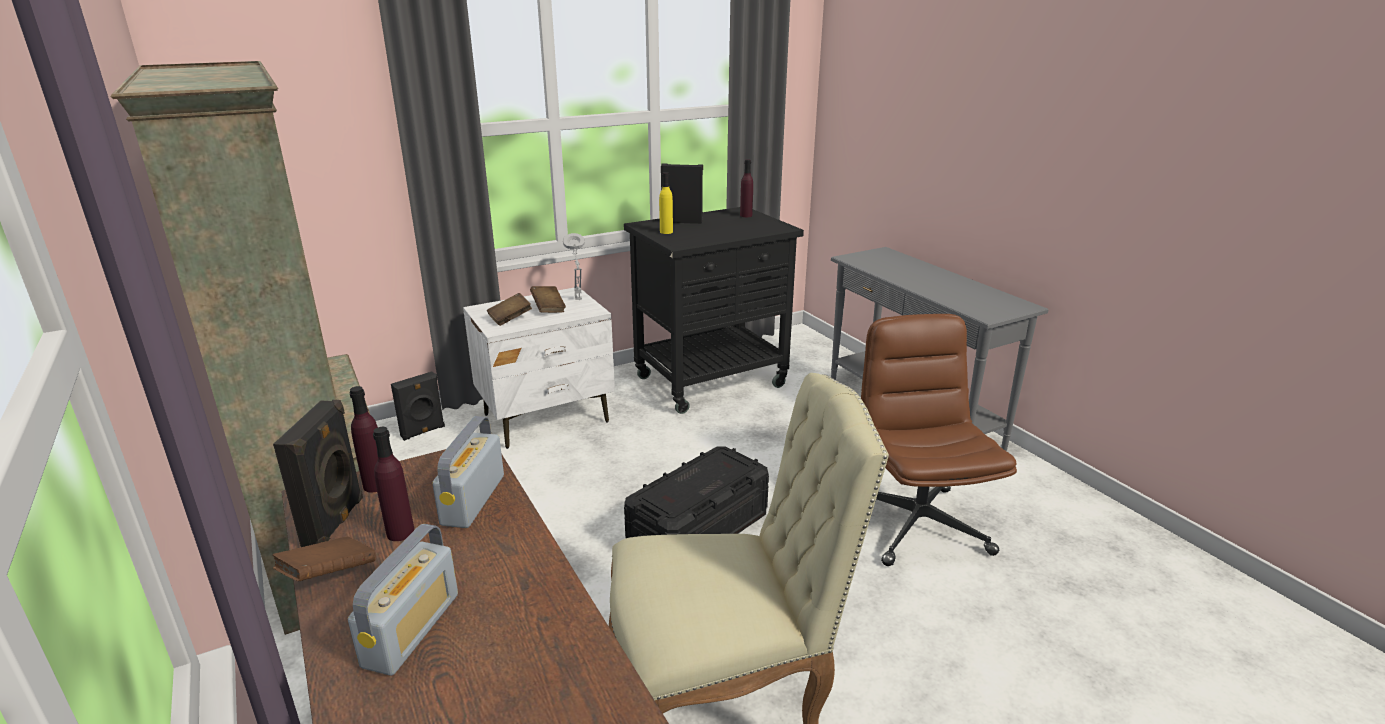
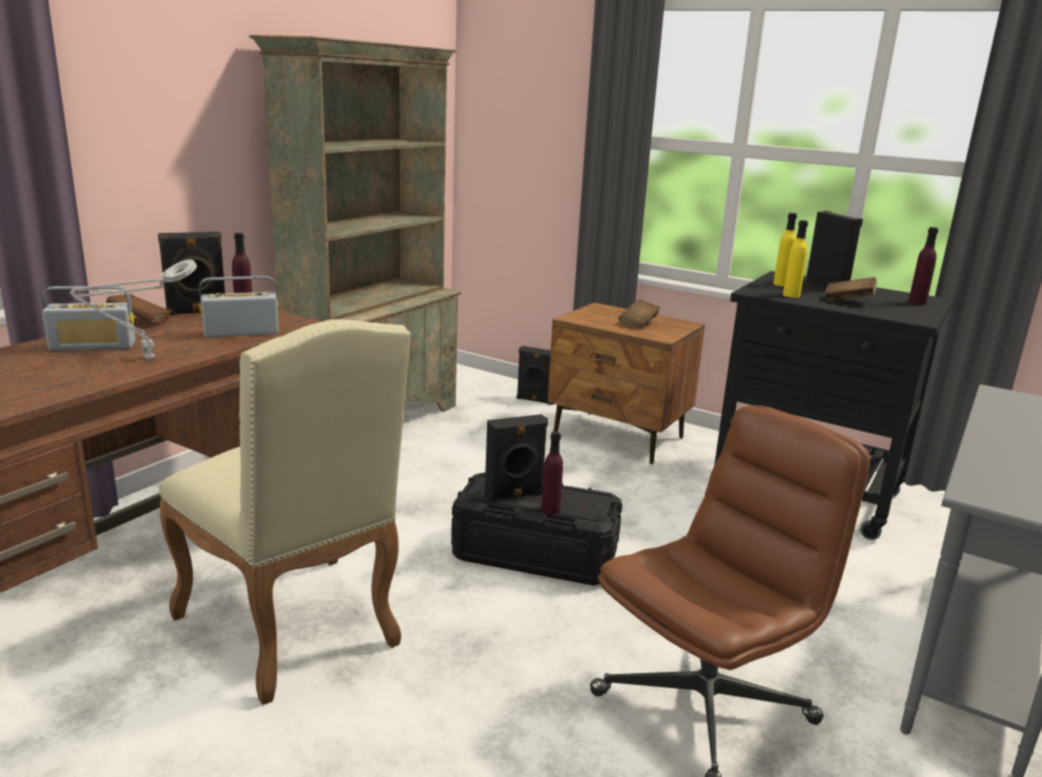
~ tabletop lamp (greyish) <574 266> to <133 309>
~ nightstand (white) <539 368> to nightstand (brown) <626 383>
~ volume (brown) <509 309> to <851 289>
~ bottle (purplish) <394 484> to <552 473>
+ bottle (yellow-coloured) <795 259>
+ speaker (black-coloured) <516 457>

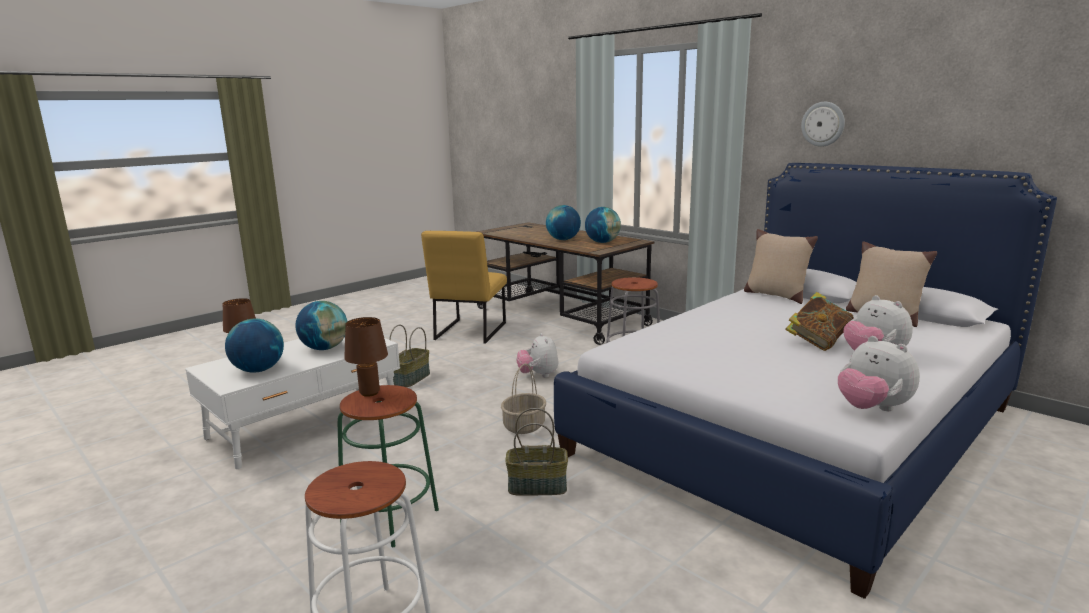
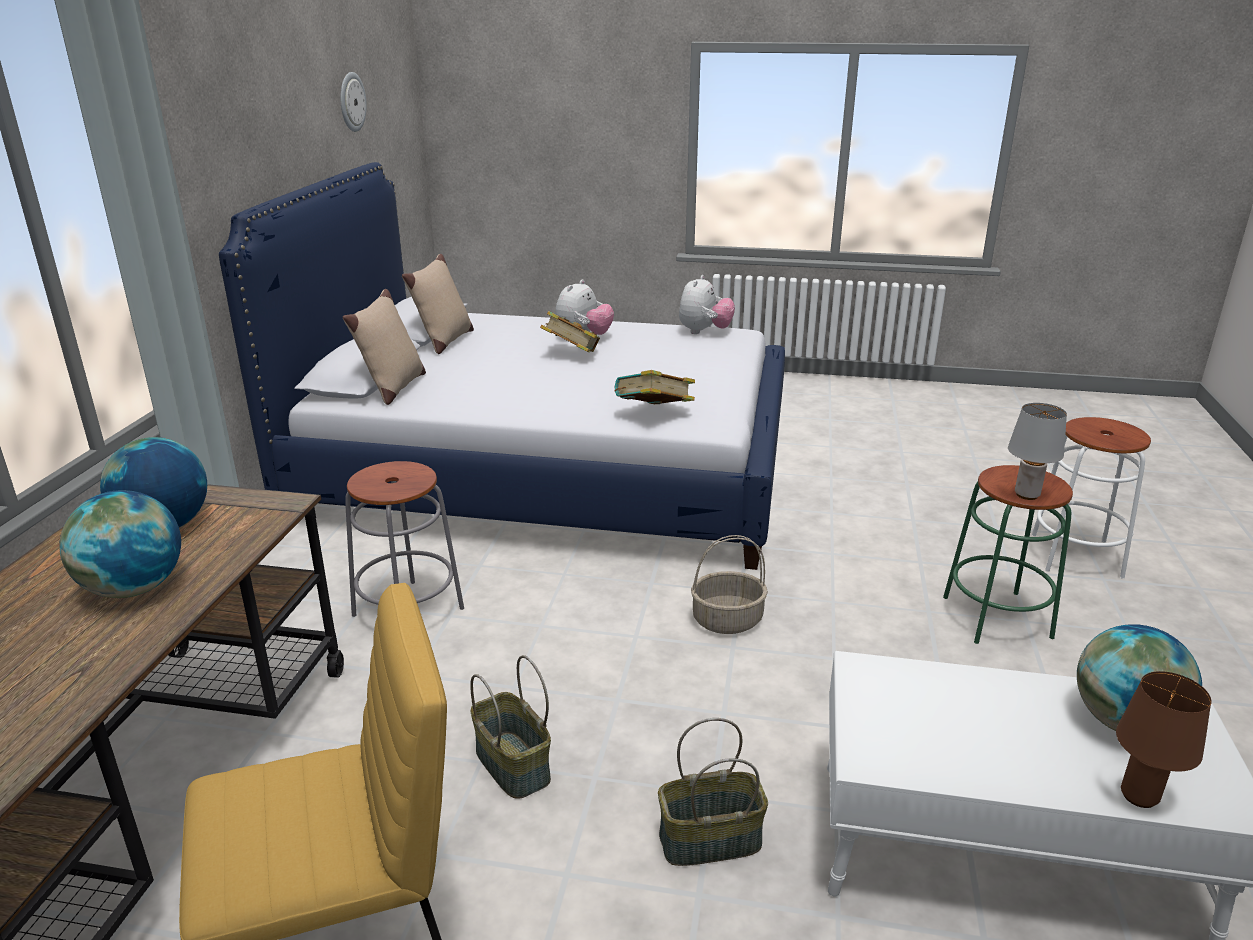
~ clock on the wall <823 124> to <353 102>
- desk globe <321 325>
~ tabletop lamp (brown) <366 357> to tabletop lamp (greyish) <1037 451>
- soft toy <538 355>
~ storage basket <536 452> to <510 727>
+ volume <655 387>

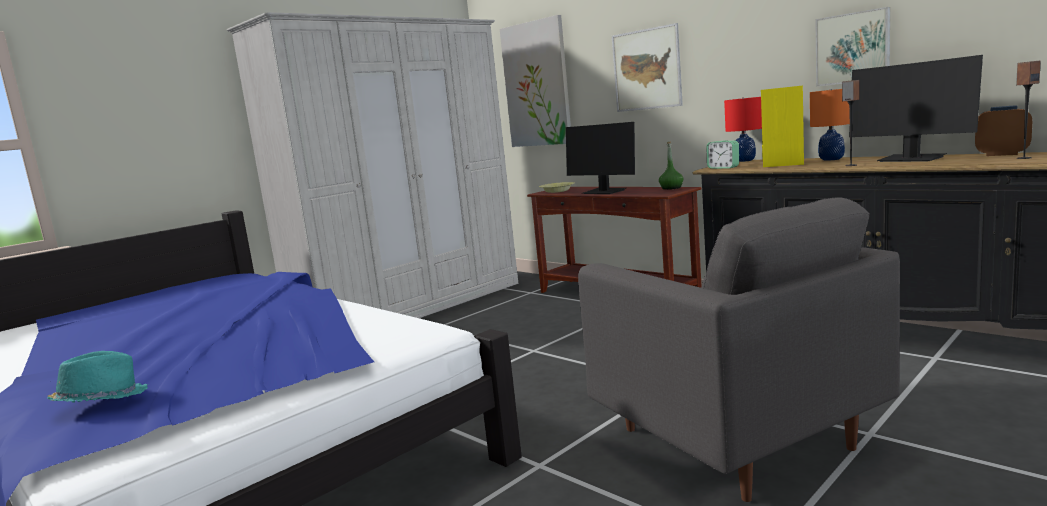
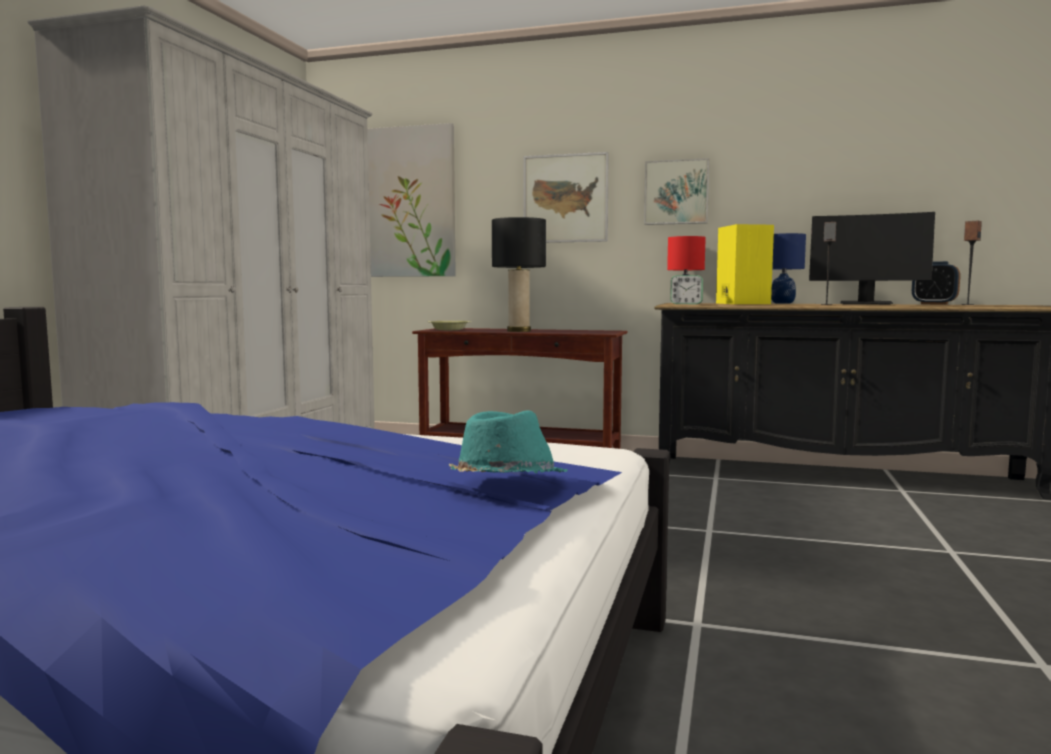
~ wall art <852 46> to <676 191>
~ tabletop lamp (orangey) <830 125> to tabletop lamp (bluish) <788 268>
~ bedside clock <1003 130> = <936 283> 150 degrees counterclockwise
~ computer display <600 158> to tabletop lamp (black-coloured) <519 274>
- bottle (greenish) <671 166>
- armchair (greyish) <739 349>
~ hat (turquoise-coloured) <97 377> to <508 441>

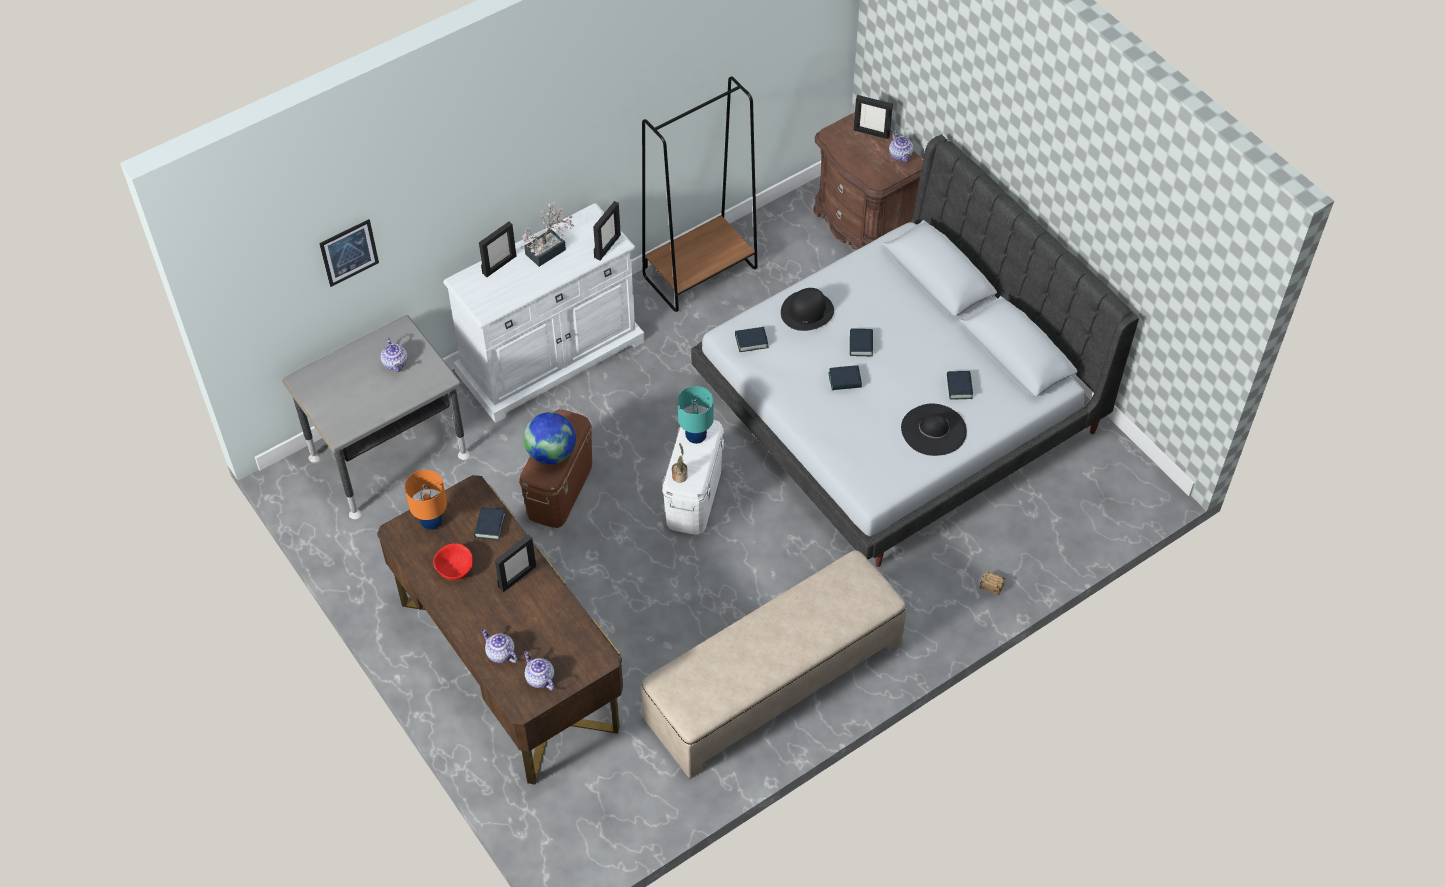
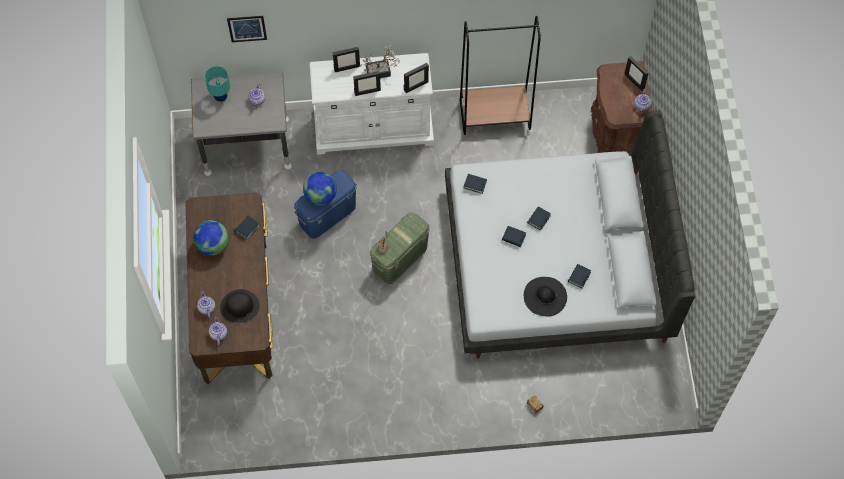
~ hat (black-coloured) <807 309> to <240 306>
~ tabletop lamp (turquoise-coloured) <695 415> to <217 84>
~ storage box (brown) <555 469> to storage box (bluish) <325 204>
~ storage box (white) <693 477> to storage box (greenish) <400 248>
- tabletop lamp (orangey) <426 500>
~ photo frame <515 563> to <367 83>
~ deep dish (reddish) <453 561> to desk globe <211 238>
- bench (sand-coloured) <774 664>

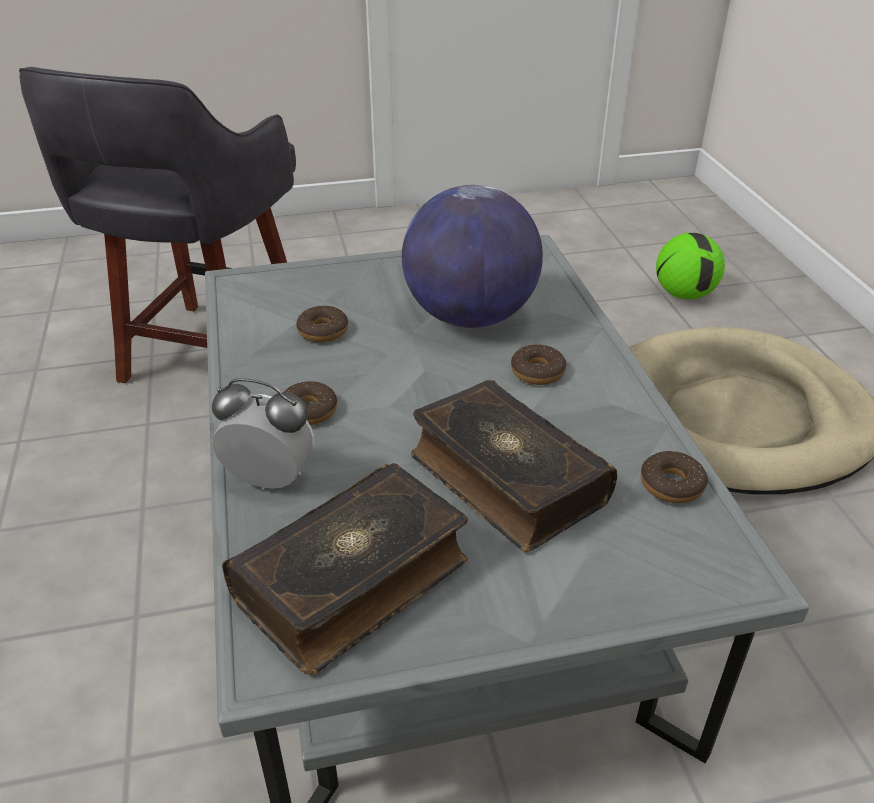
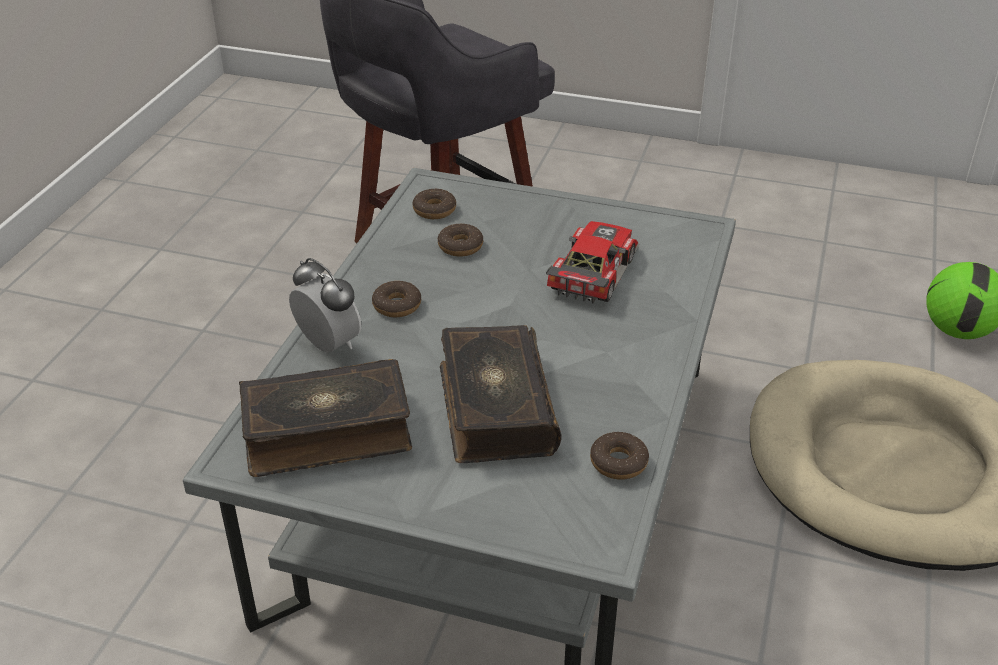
~ desk globe <472 256> to toy car <592 262>
~ doughnut <538 364> to <434 204>

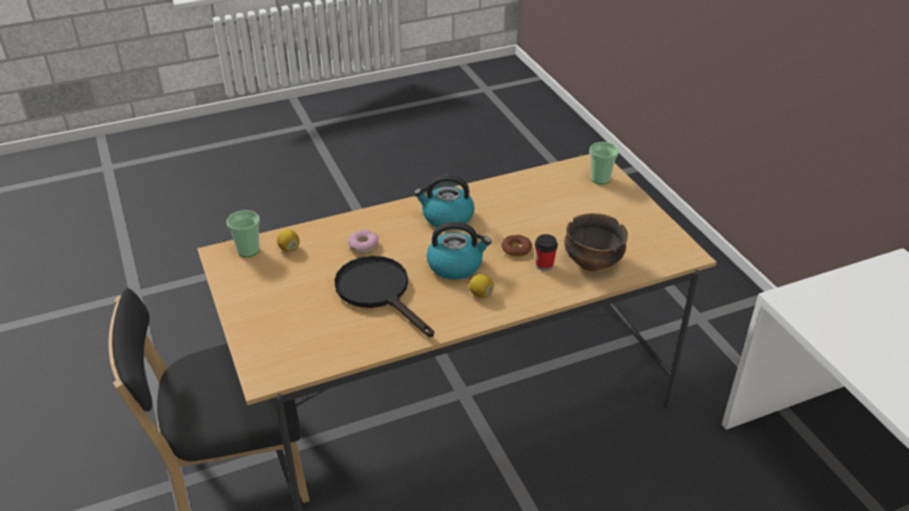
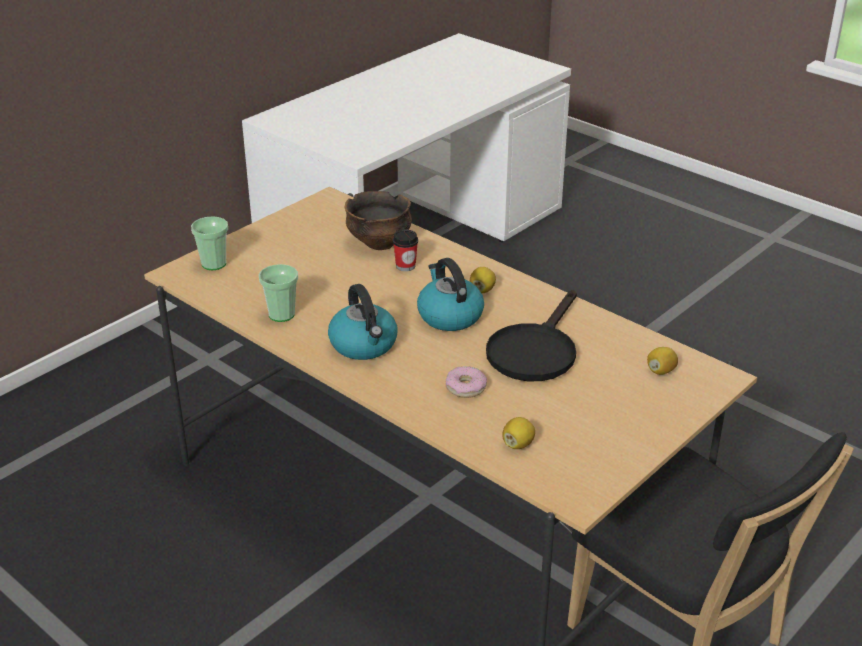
~ small cup <243 233> to <278 293>
- doughnut <516 245>
+ whole lemon <662 361>

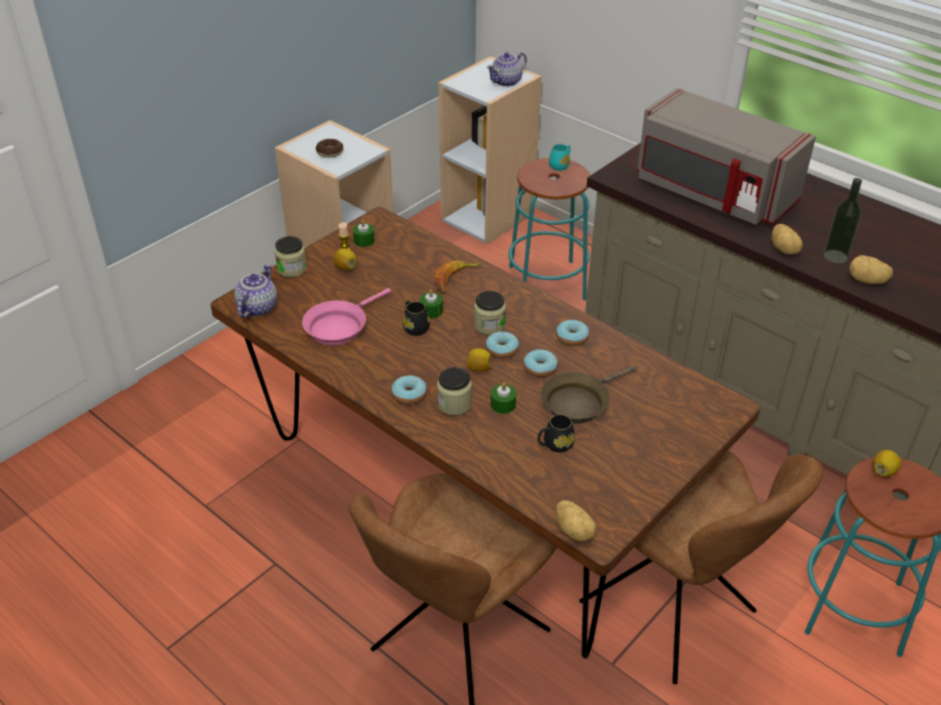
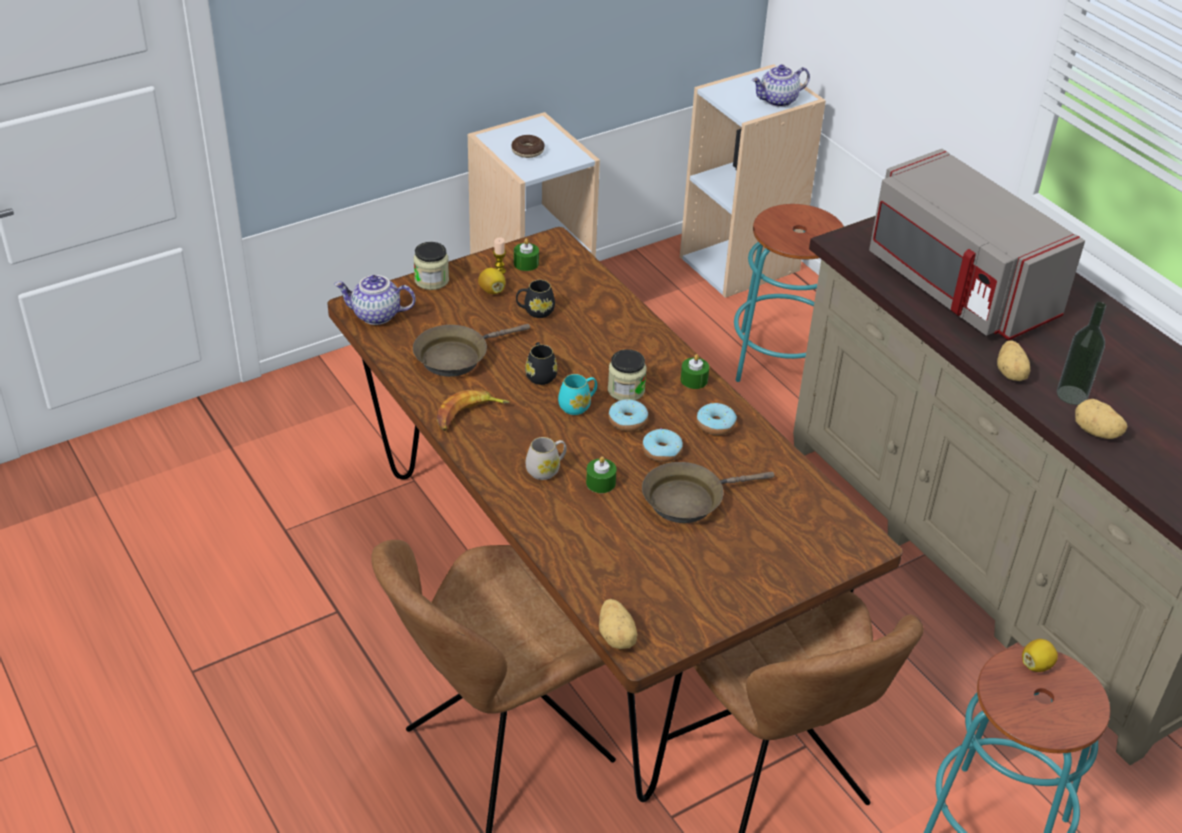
~ coffee mug (turquoise-coloured) <559 157> to <577 394>
~ banana fruit <458 276> to <473 410>
~ pot for tea <255 291> = <375 300> 120 degrees counterclockwise
~ frying pan (pink) <346 316> to frying pan (brown) <471 350>
~ candle (greenish) <431 303> to <695 371>
- whole lemon <479 360>
~ jar <454 391> to coffee mug (white) <546 458>
- doughnut <409 390>
~ coffee mug (black-coloured) <556 433> to <535 299>

